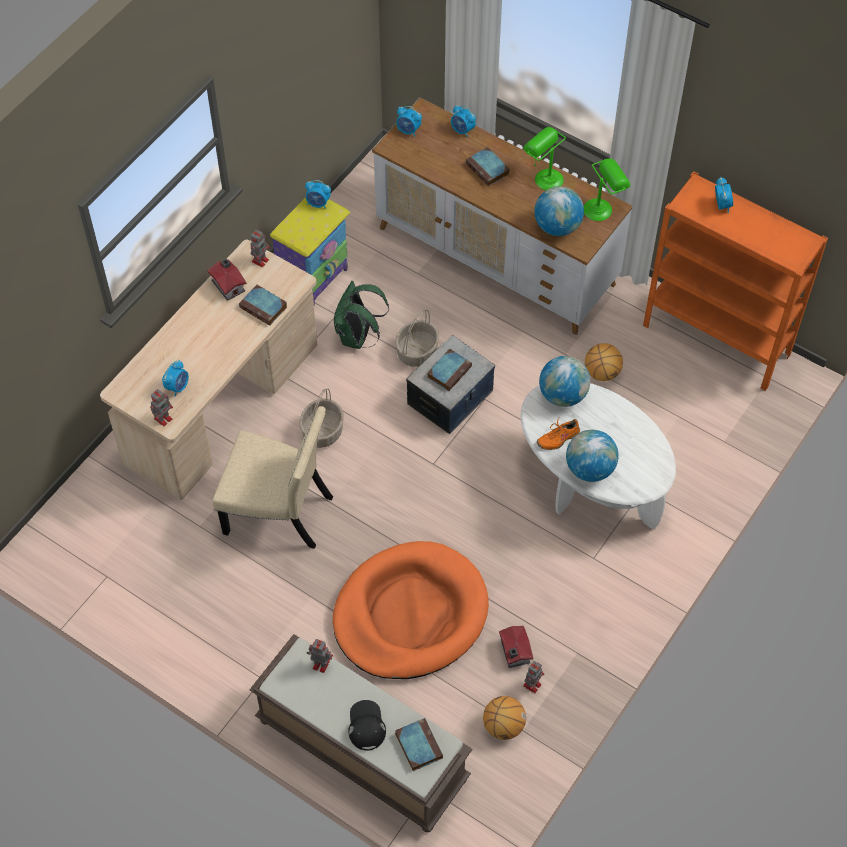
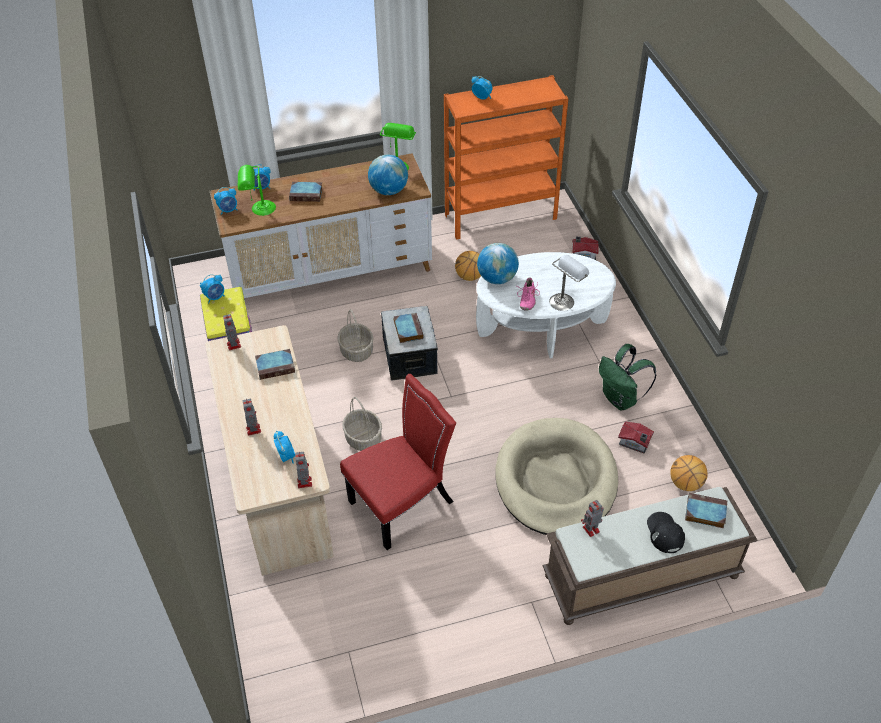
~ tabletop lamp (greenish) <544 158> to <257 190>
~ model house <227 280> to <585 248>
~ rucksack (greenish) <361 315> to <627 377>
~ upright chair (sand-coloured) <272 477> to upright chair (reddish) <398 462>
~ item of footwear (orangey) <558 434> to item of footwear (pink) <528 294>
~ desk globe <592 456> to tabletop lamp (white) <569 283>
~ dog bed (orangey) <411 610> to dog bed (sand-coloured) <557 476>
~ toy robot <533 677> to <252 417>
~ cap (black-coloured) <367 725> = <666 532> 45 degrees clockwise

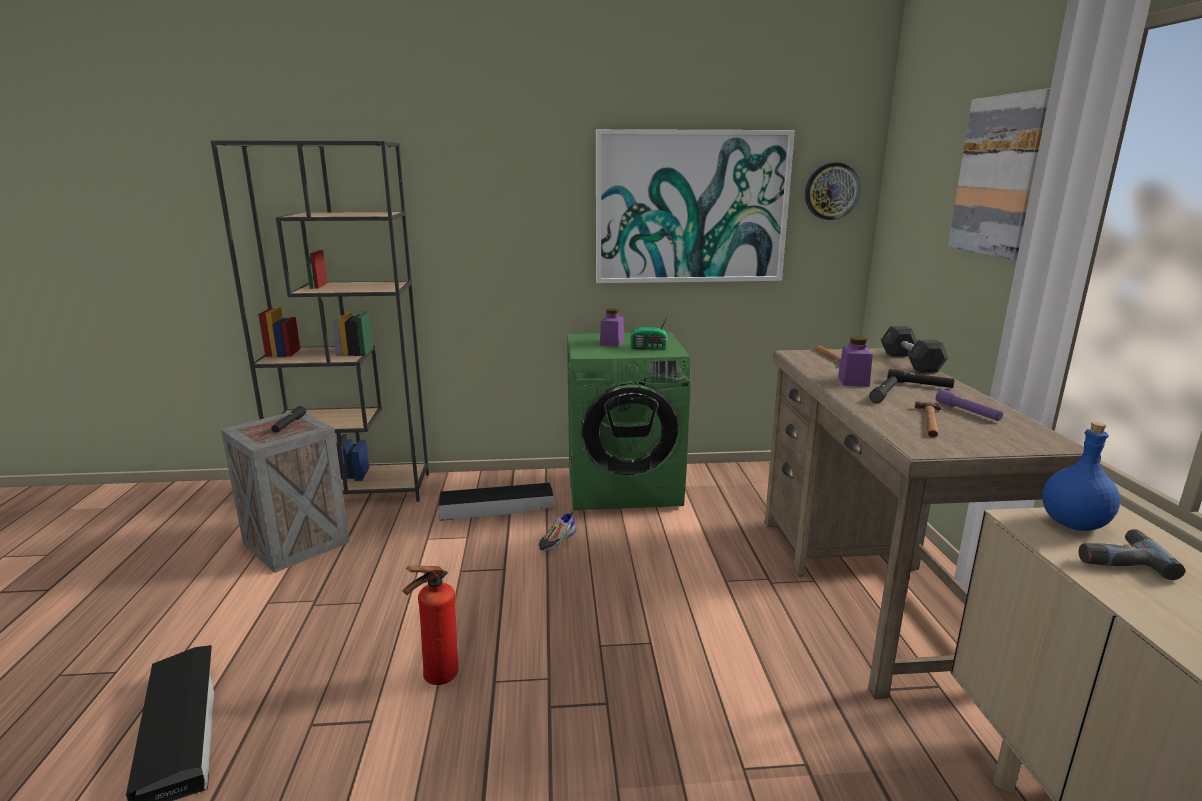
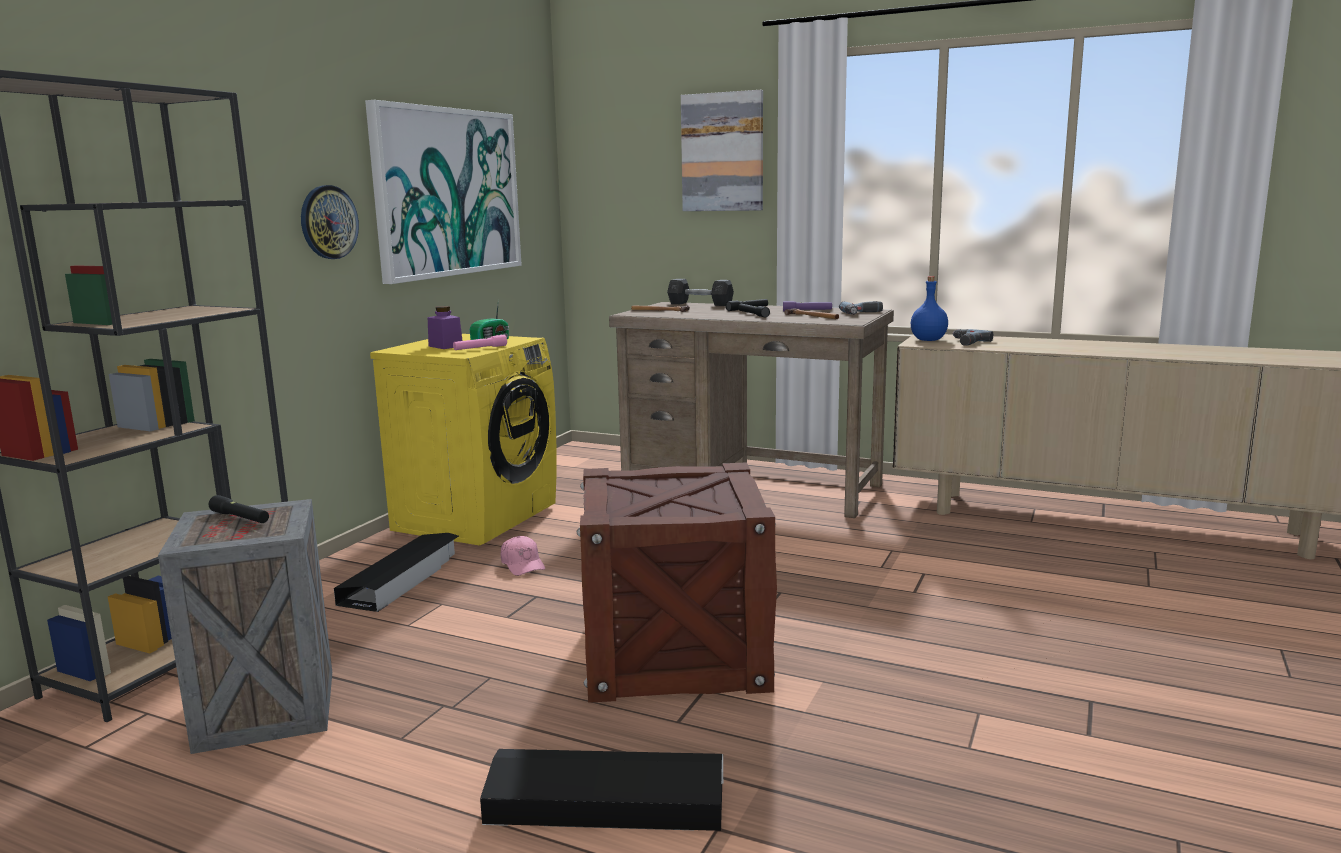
~ clock on the wall <832 191> to <330 222>
~ laundry machine (greenish) <628 421> to laundry machine (yellow-coloured) <463 440>
- jar (purplish) <855 361>
~ item of footwear <557 531> to cap (pink) <523 556>
~ extinguisher <430 625> to packing crate <677 582>
+ drill <861 308>
+ torch (pink) <480 342>

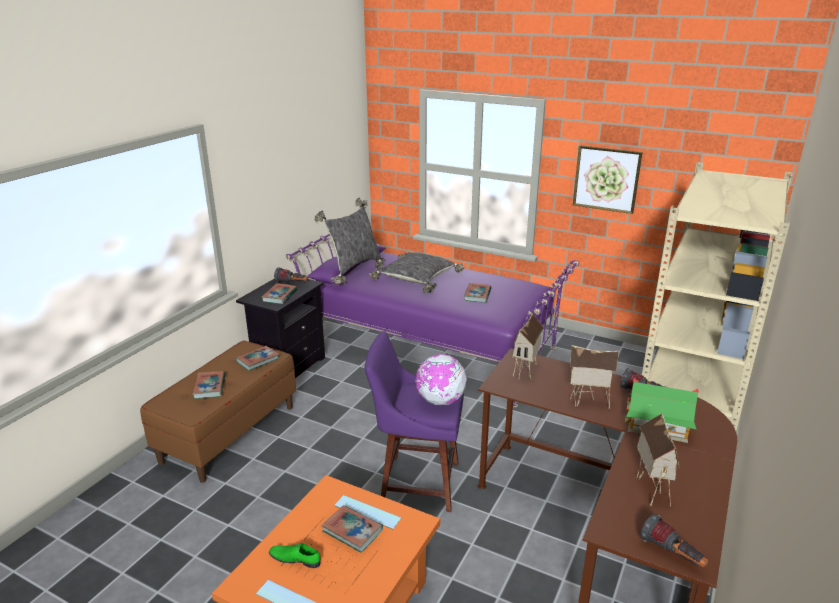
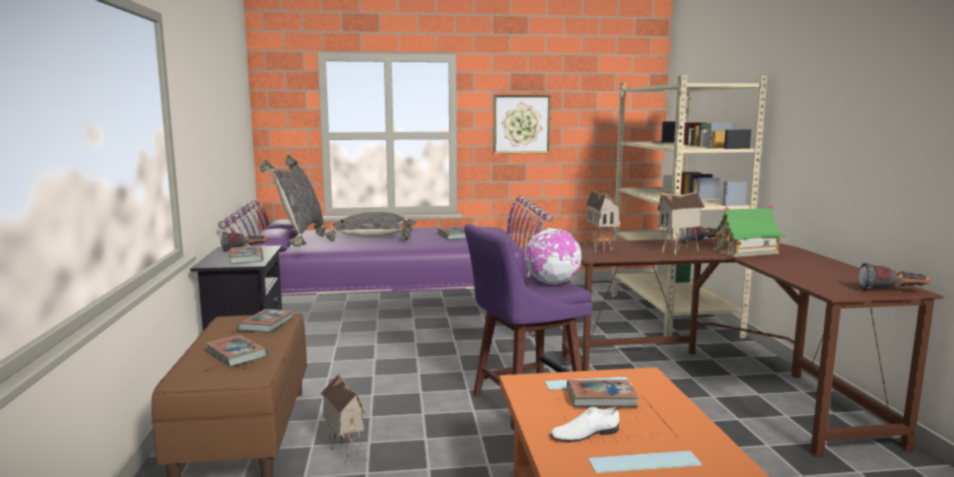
~ model house <658 459> to <343 420>
~ item of footwear (greenish) <295 555> to item of footwear (white) <585 424>

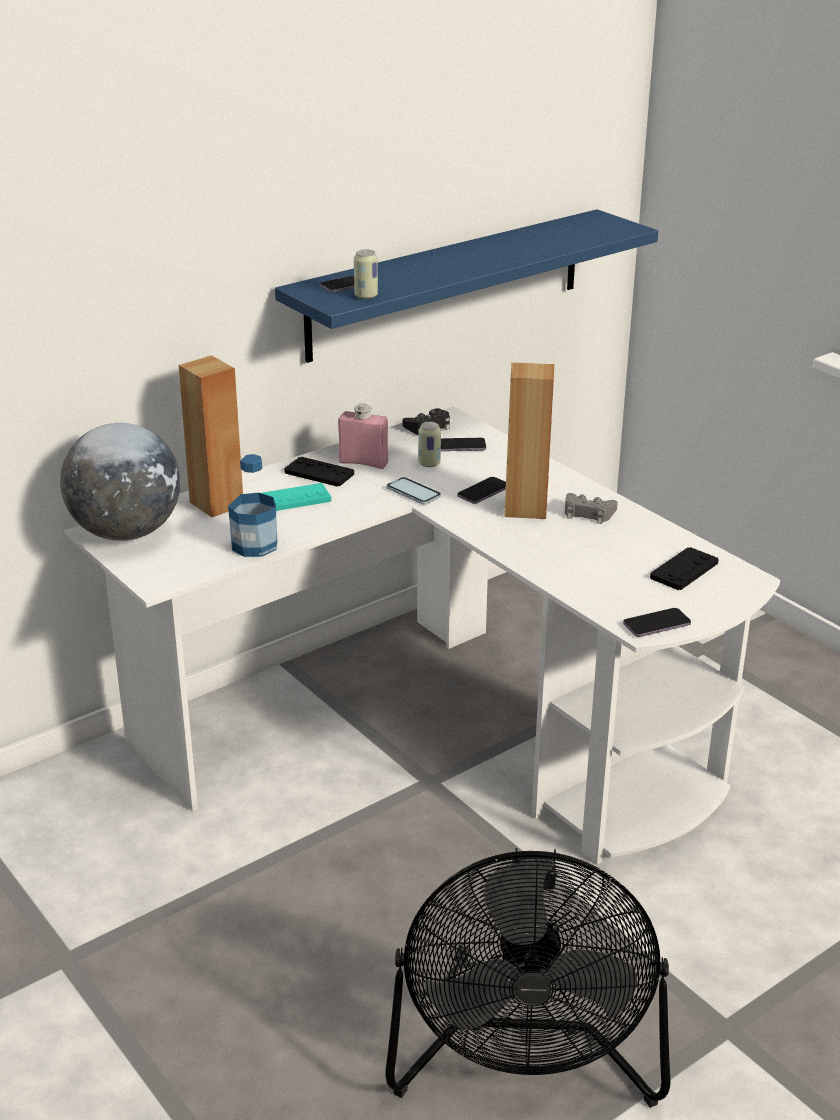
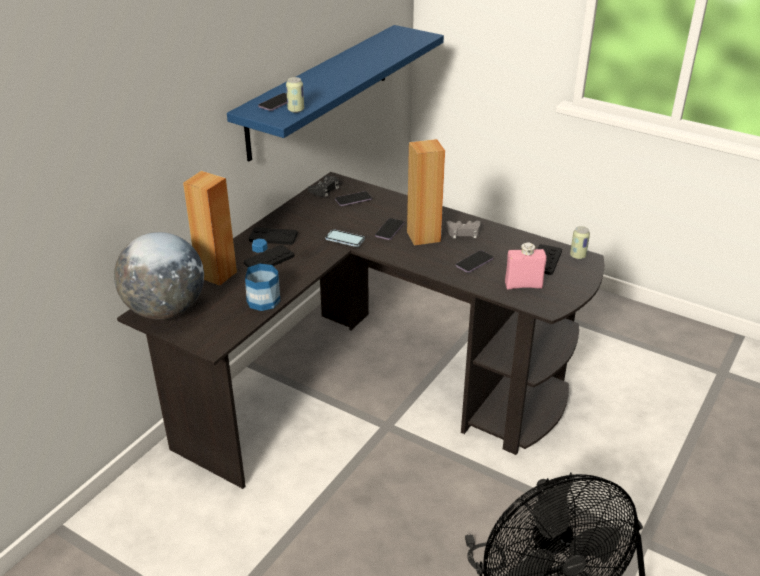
~ bottle (pink) <363 436> to <526 265>
~ desk table (white) <422 635> to desk table (black-coloured) <360 330>
~ metal can <429 444> to <580 242>
~ gamepad (turquoise-coloured) <296 497> to gamepad (black-coloured) <269 256>
~ phone <657 622> to <475 261>

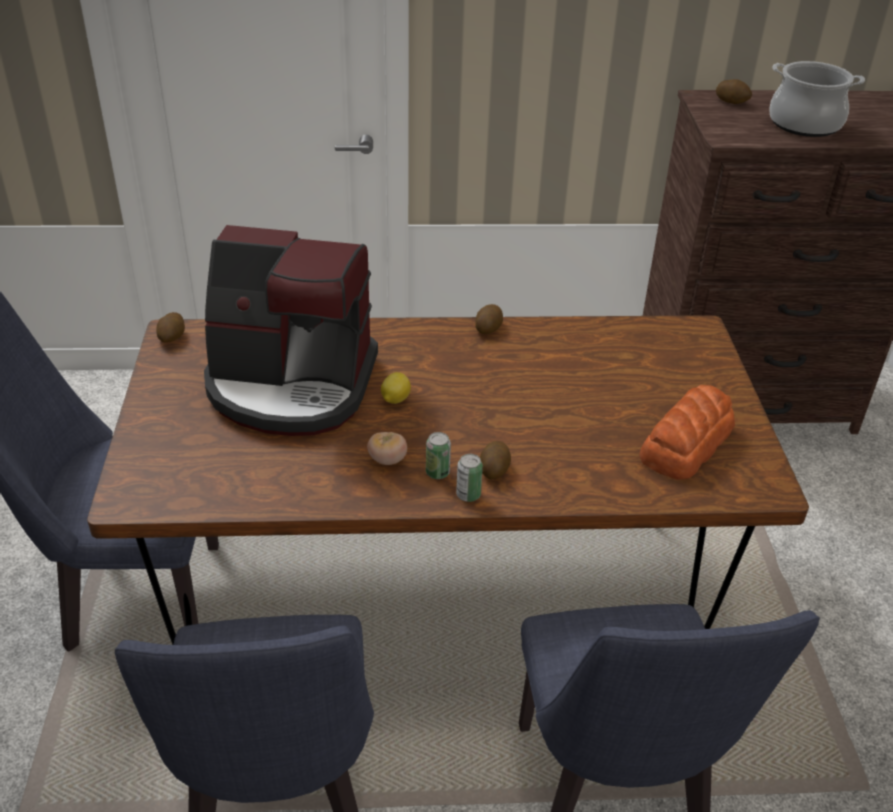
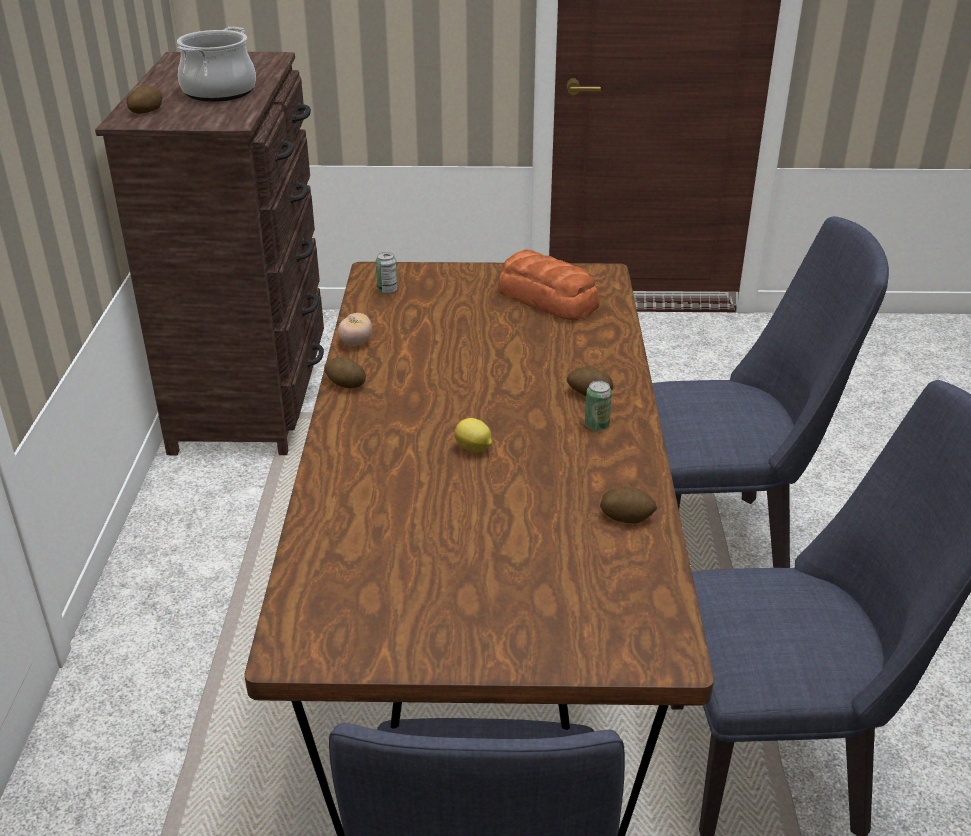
- coffee maker <291 330>
~ spud <170 327> to <628 505>
~ whole tomato <387 448> to <355 329>
~ metal can <469 478> to <387 273>

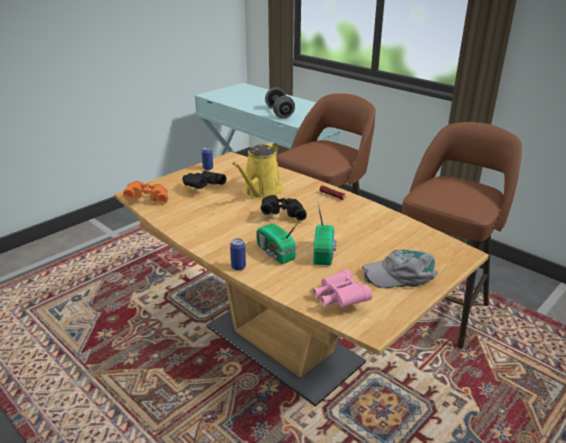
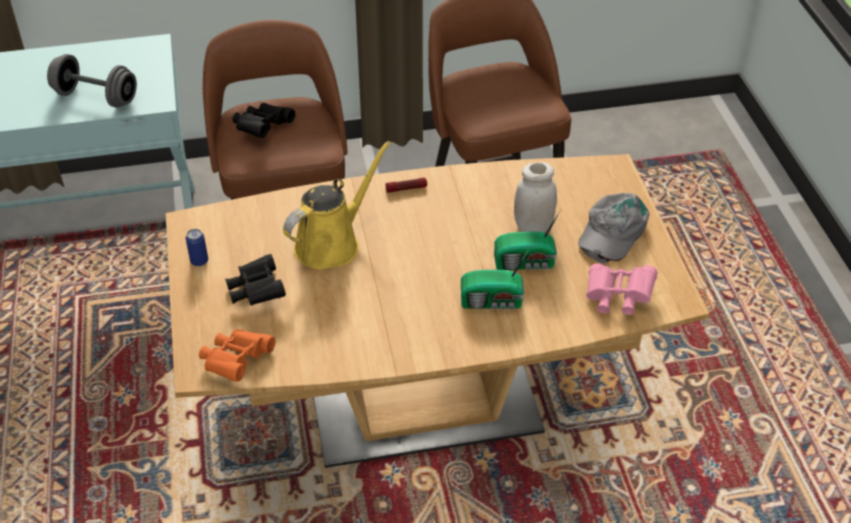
~ watering pot (yellow-coloured) <258 170> = <337 205> 105 degrees counterclockwise
~ field glasses (black-coloured) <284 208> to <264 120>
~ radio <325 234> = <527 240> 135 degrees clockwise
- metal can <238 254>
+ jar (white) <535 197>

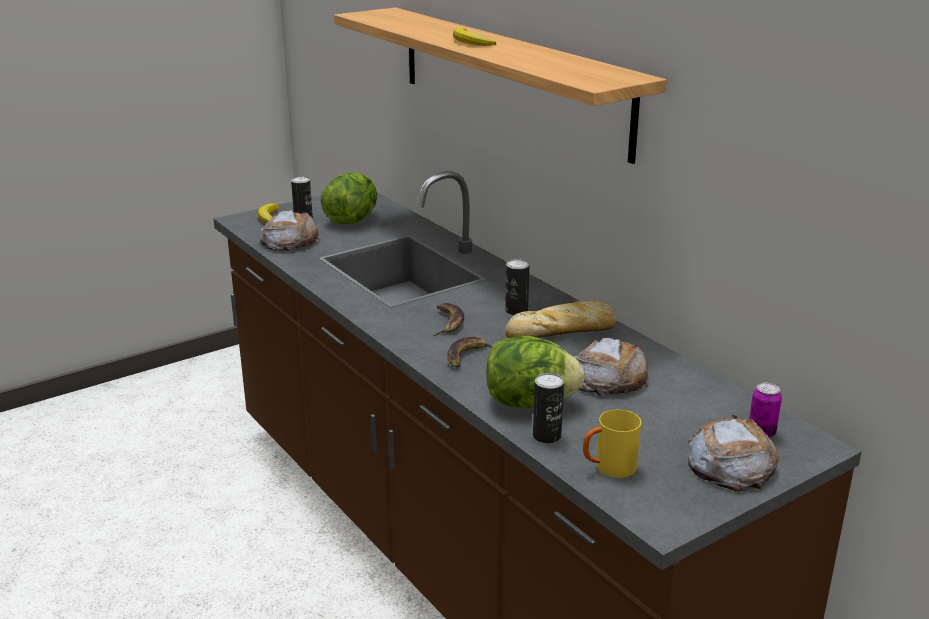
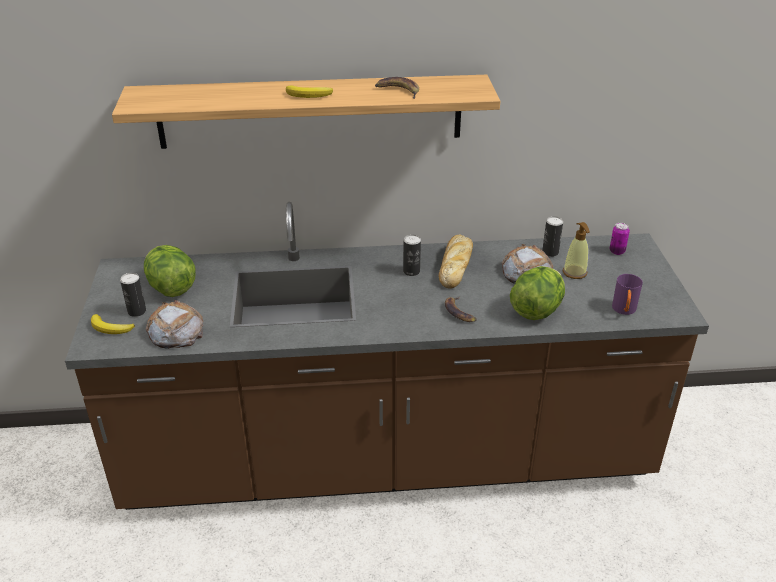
~ banana fruit <449 319> to <397 88>
~ metal can <548 408> to <552 236>
~ coffee mug (yellow-coloured) <612 444> to coffee mug (purplish) <627 294>
- bread <733 453>
+ soap bottle <576 250>

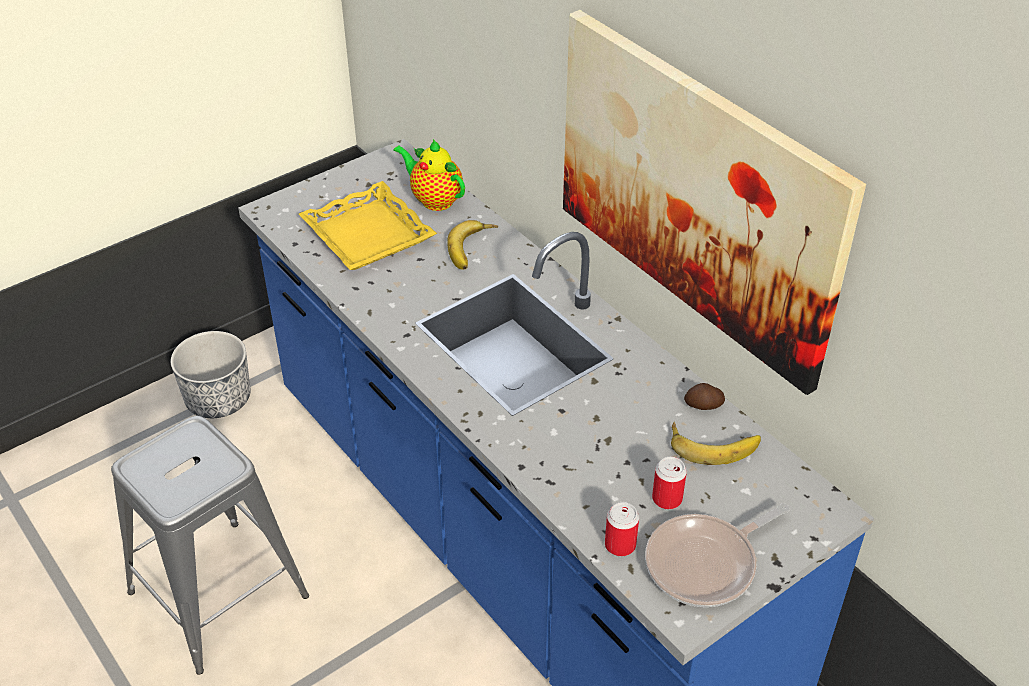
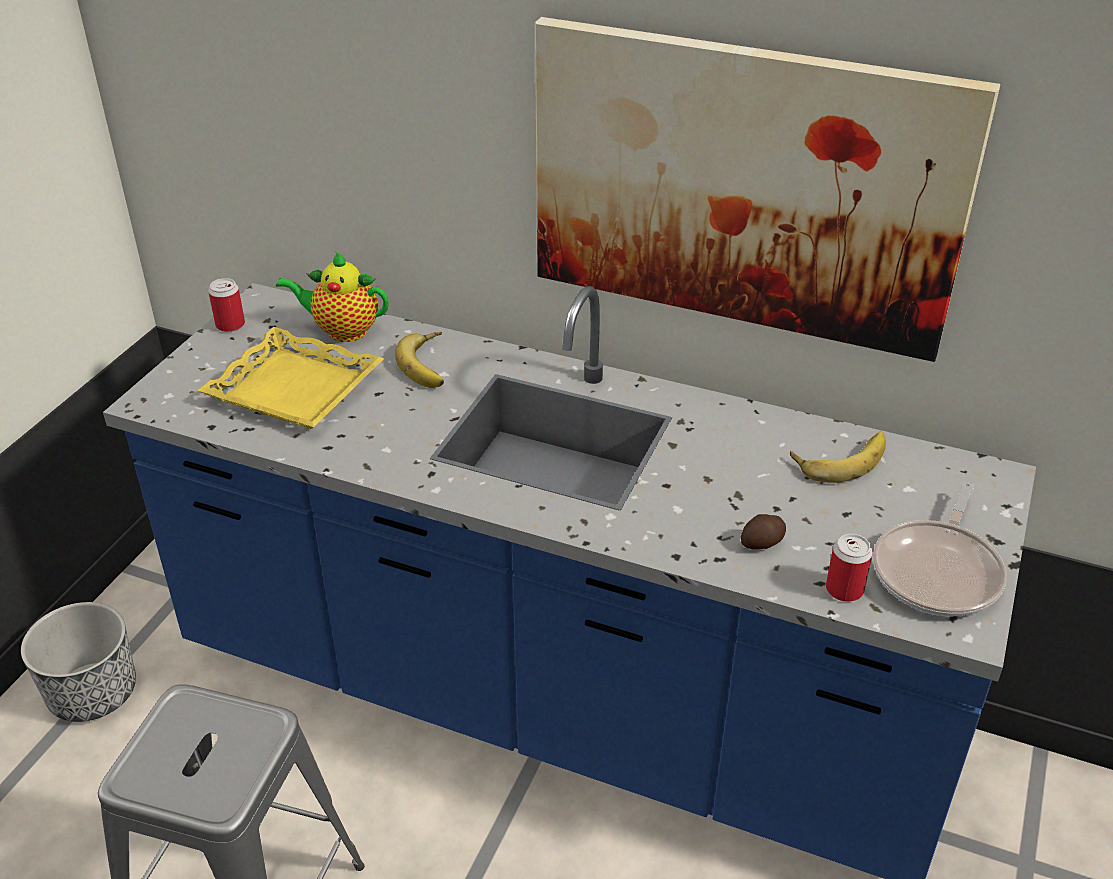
~ spud <704 396> to <763 531>
~ metal can <669 482> to <226 305>

